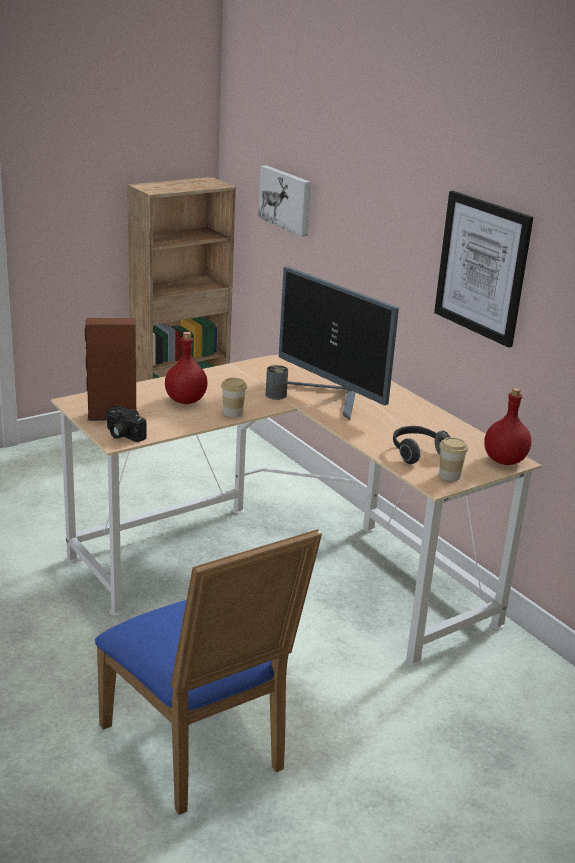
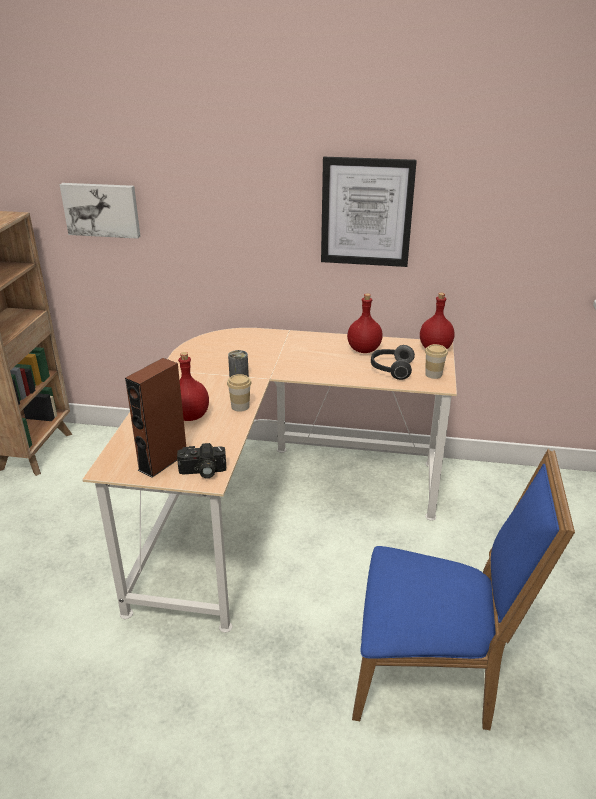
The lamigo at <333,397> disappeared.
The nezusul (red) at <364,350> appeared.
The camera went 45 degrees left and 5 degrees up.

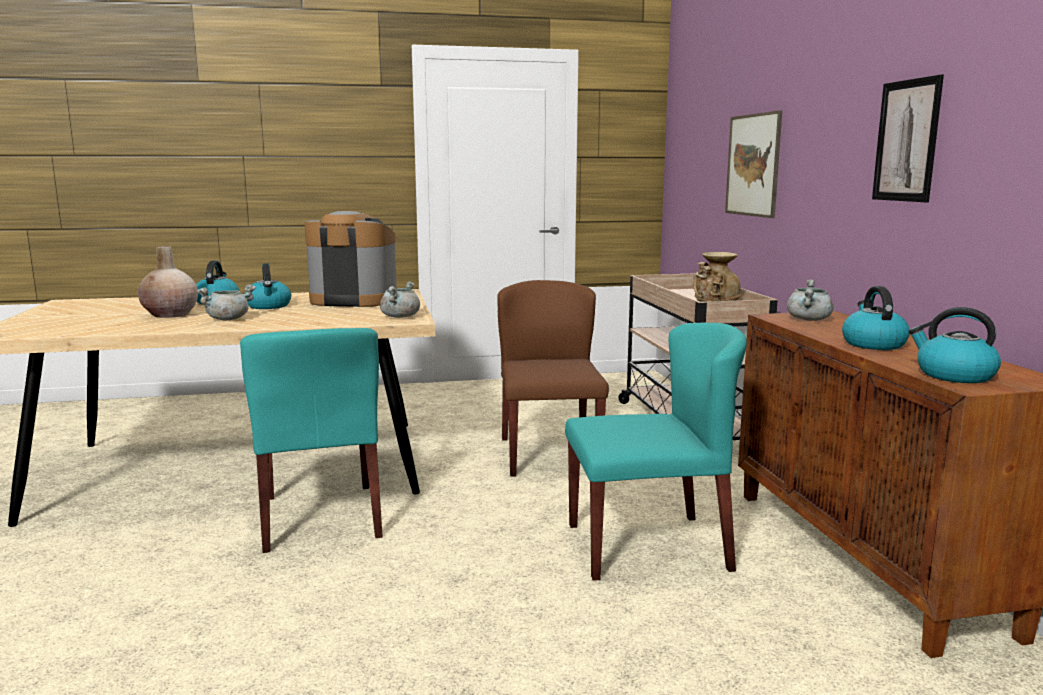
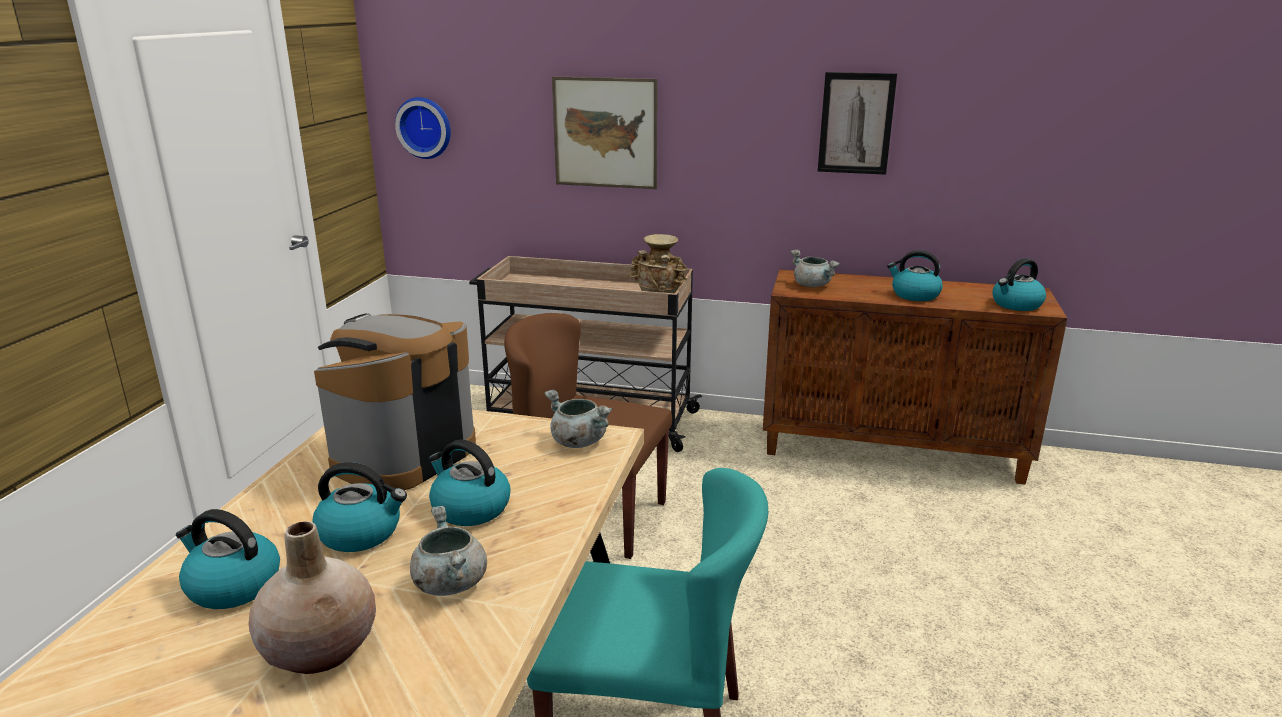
The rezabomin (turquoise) at <648,546> disappeared.
The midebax at <425,127> appeared.
The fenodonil at <469,508> appeared.
The camera went 65 degrees left and 10 degrees up.

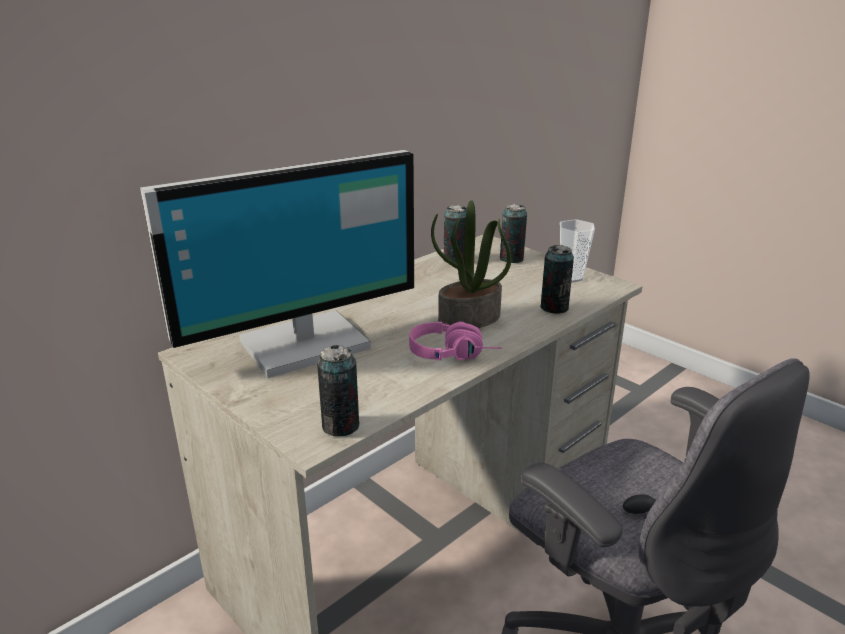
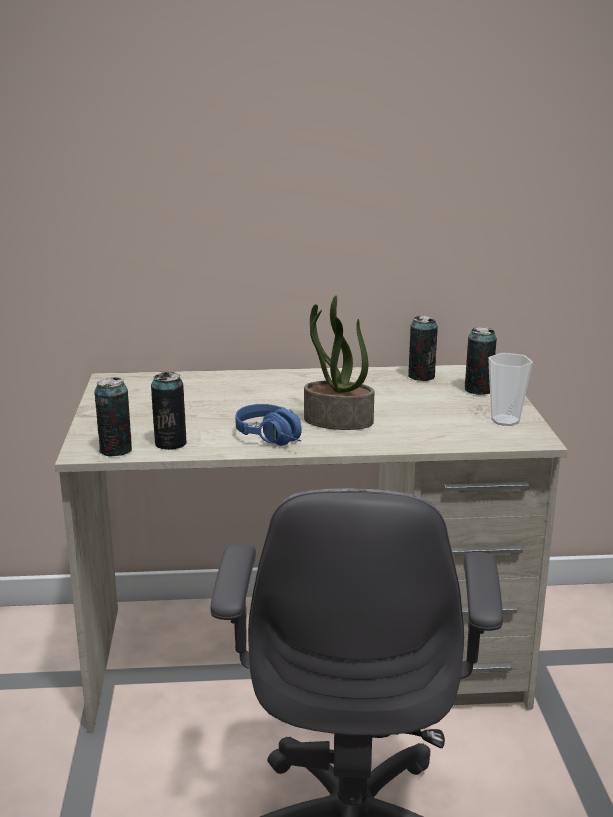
The lamigo at <302,343> disappeared.
The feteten moved from <554,308> to <170,443>.
The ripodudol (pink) at <454,354> became the ripodudol (blue) at <275,439>.
The camera went 40 degrees right and 5 degrees down.

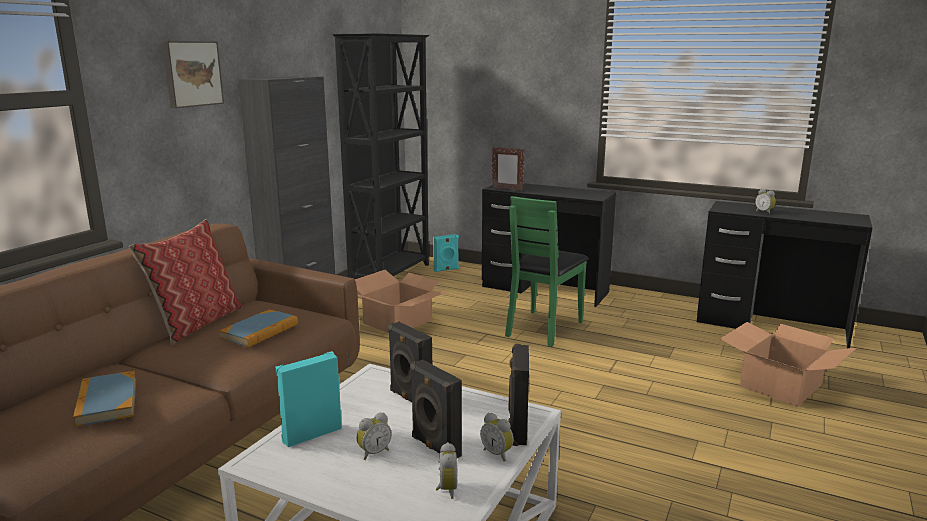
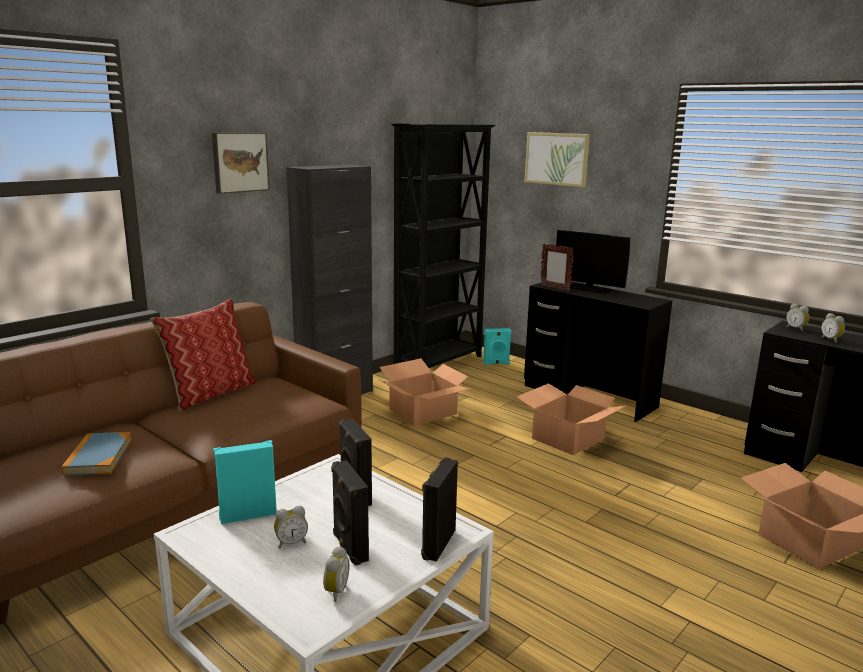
The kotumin at <260,331> disappeared.
The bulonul at <557,159> appeared.
The lamigo at <589,288> appeared.
The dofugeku moved from <497,453> to <796,329>.
The rezabomin (green) at <543,328> was replaced by the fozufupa at <567,438>.
The camera went 15 degrees right and 0 degrees up.

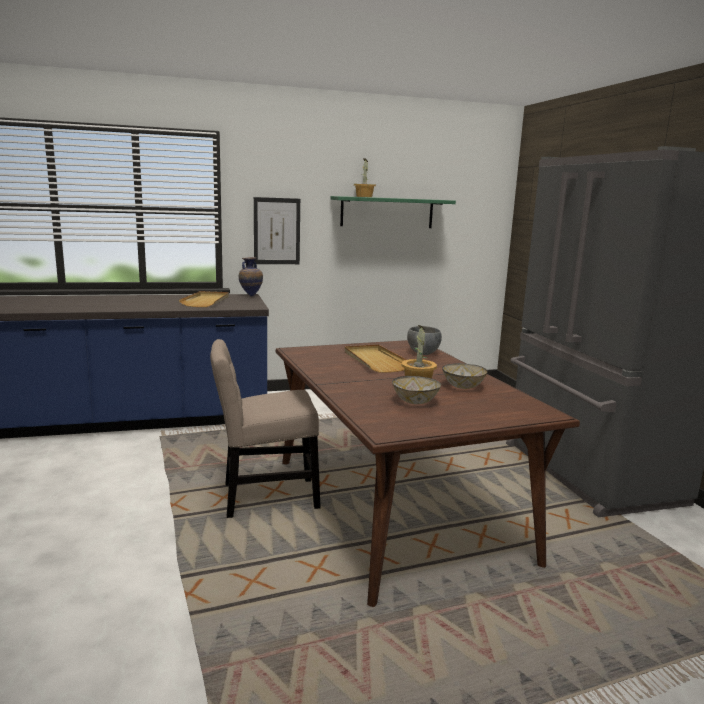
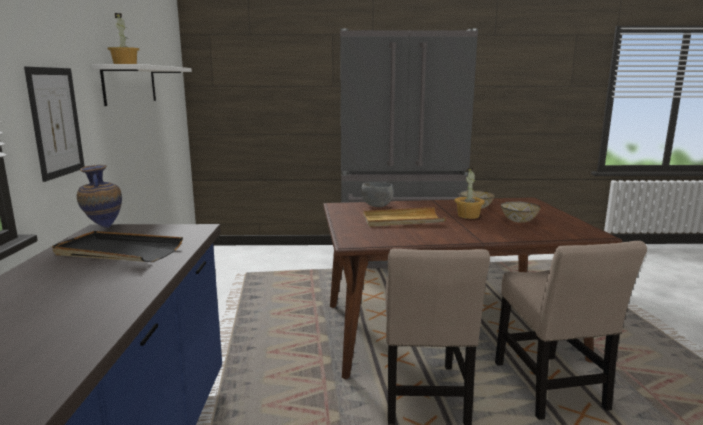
The rezabomin (beige) at <551,389> appeared.
The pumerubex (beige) at <206,301> became the pumerubex (black) at <118,251>.
The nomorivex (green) at <387,212> became the nomorivex (white) at <130,84>.
The camera went 75 degrees left and 0 degrees up.

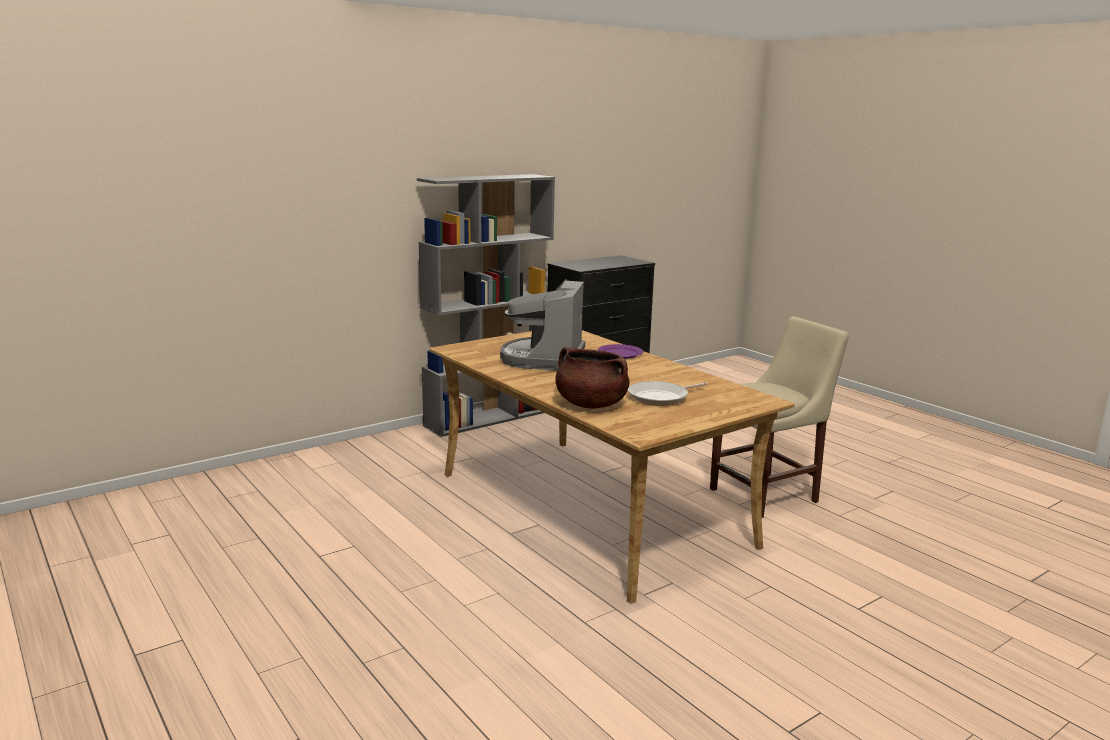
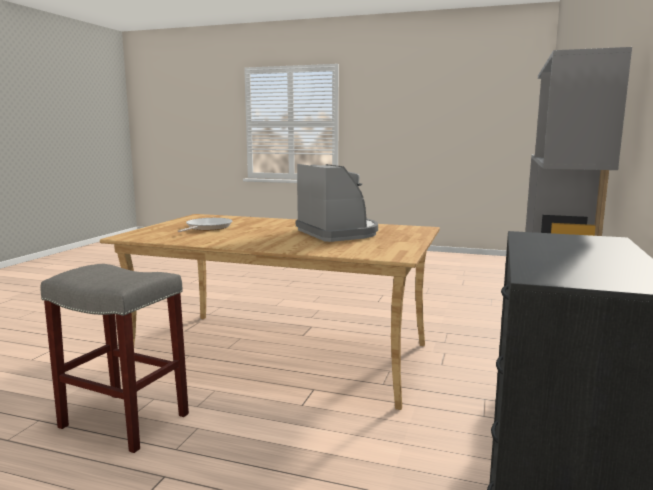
The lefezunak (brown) at <590,404> disappeared.
The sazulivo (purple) at <620,353> disappeared.
The rezabomin (beige) at <768,494> was replaced by the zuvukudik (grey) at <122,421>.
The camera went 145 degrees right and 5 degrees down.

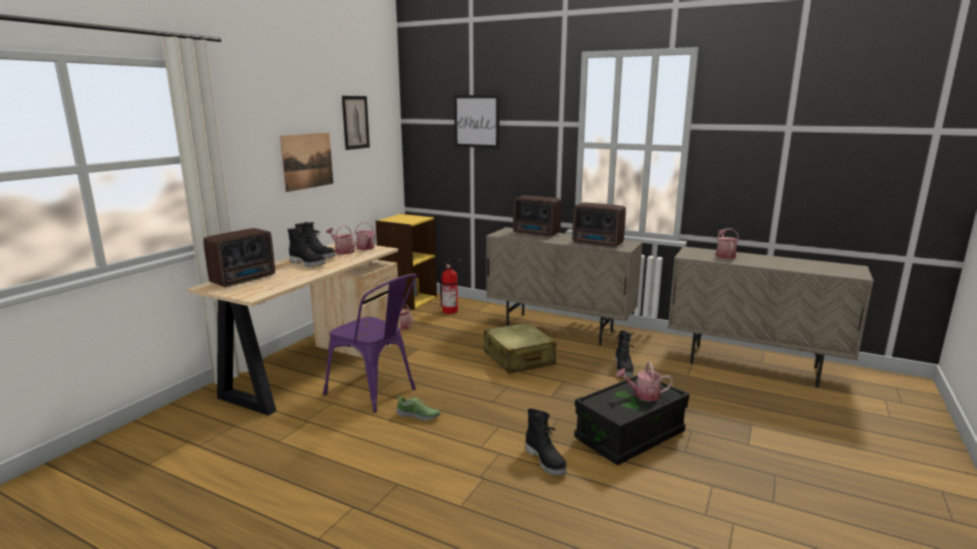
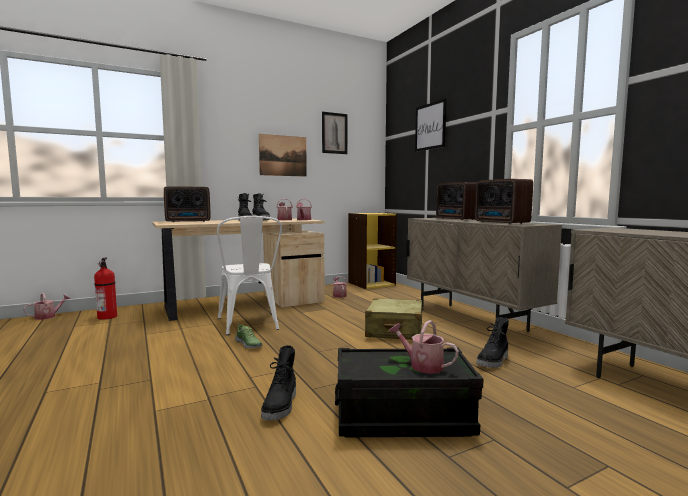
The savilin moved from <450,311> to <107,317>.
The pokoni moved from <724,255> to <48,316>.
The rezabomin (purple) at <376,392> became the rezabomin (white) at <250,325>.
The camera went 35 degrees right and 10 degrees down.

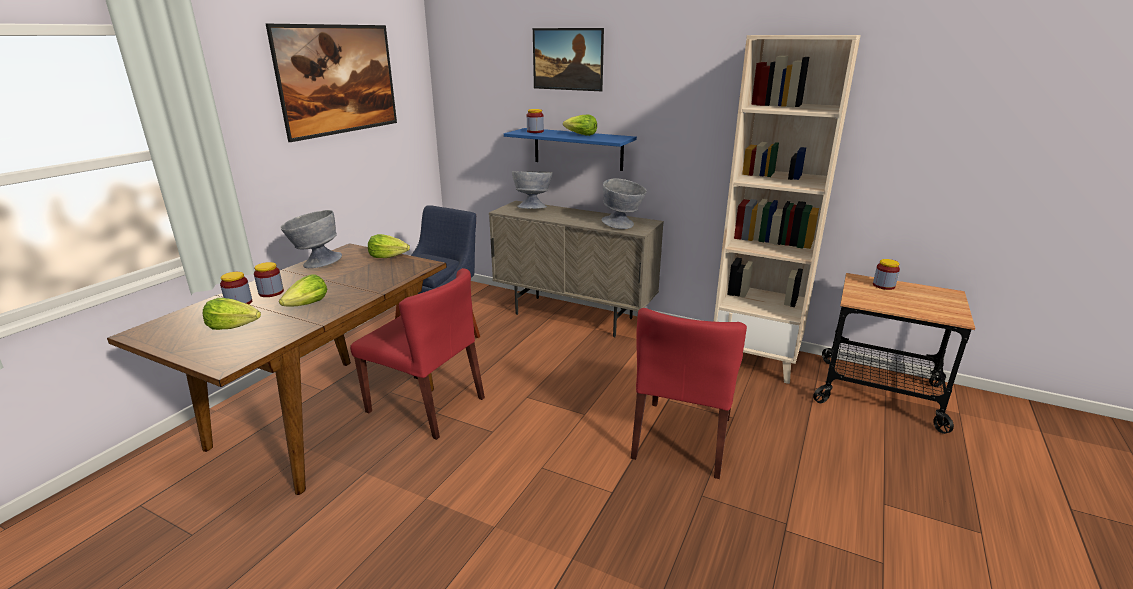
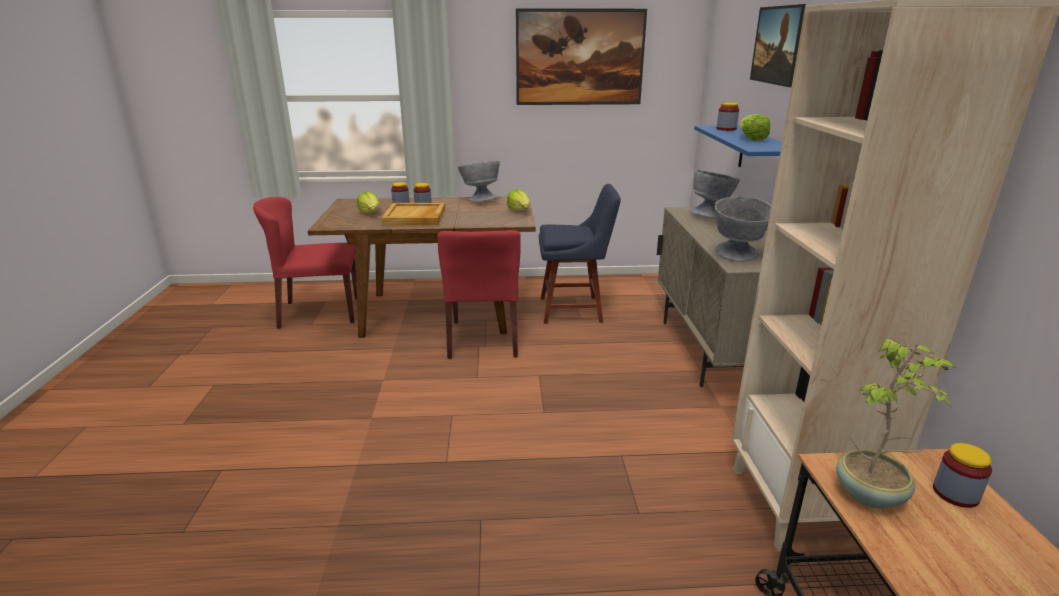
The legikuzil at <871,495> appeared.
The rezabomin (red) moved from <682,438> to <319,312>.
The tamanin at <307,305> was replaced by the pumerubex (beige) at <415,217>.
The camera went 60 degrees right and 0 degrees up.

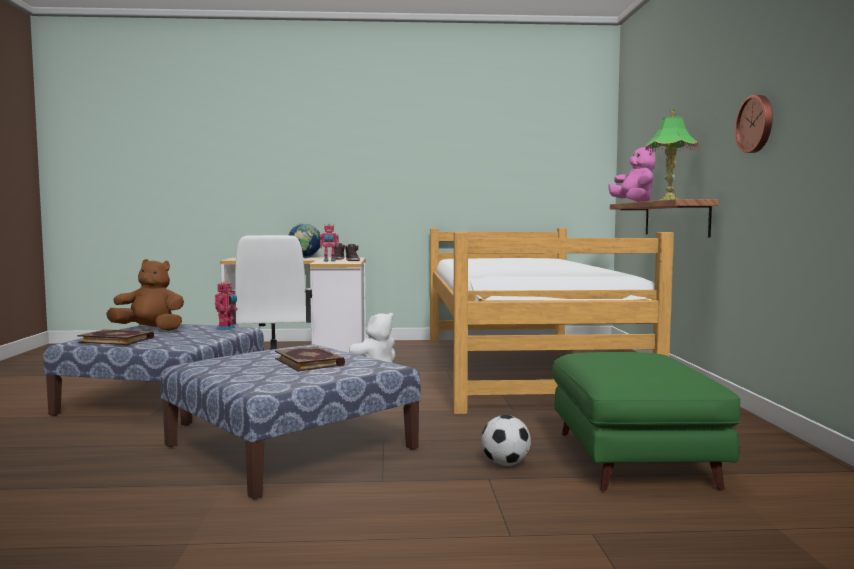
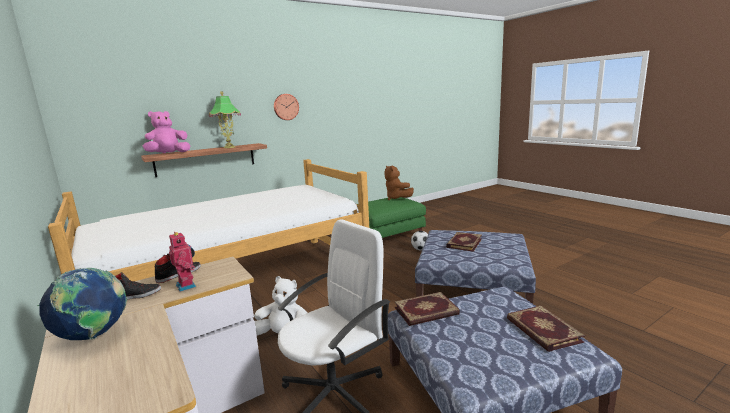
The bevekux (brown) moved from <150,330> to <397,198>.
The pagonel at <227,328> was replaced by the kotumin at <426,311>.
The camera went 120 degrees left and 10 degrees up.

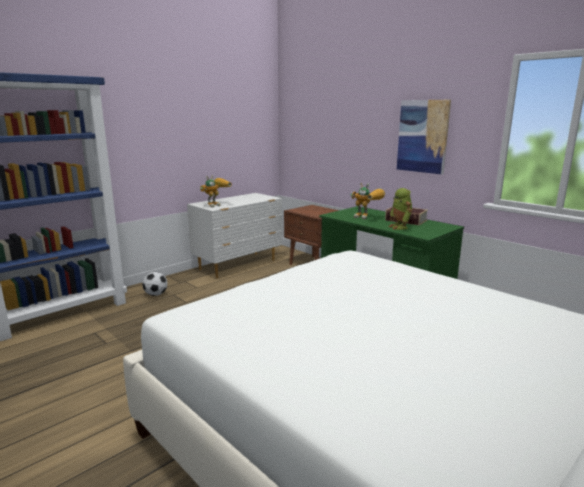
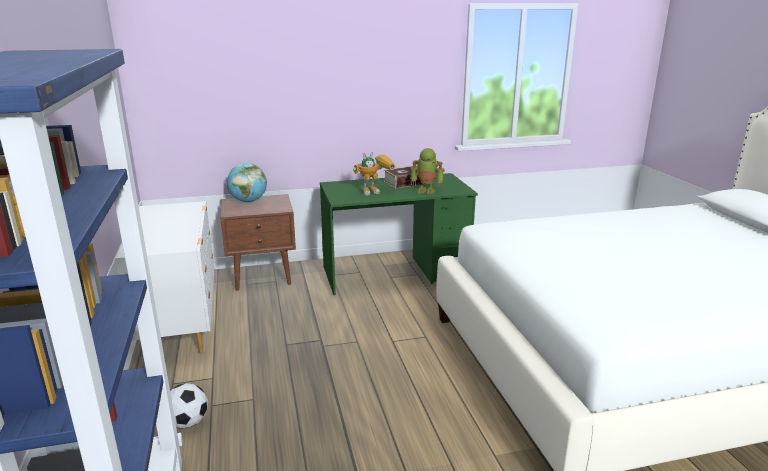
The pagonel at <216,205> disappeared.
The bulonul at <422,136> disappeared.
The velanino at <248,201> appeared.
The camera went 60 degrees left and 5 degrees up.

